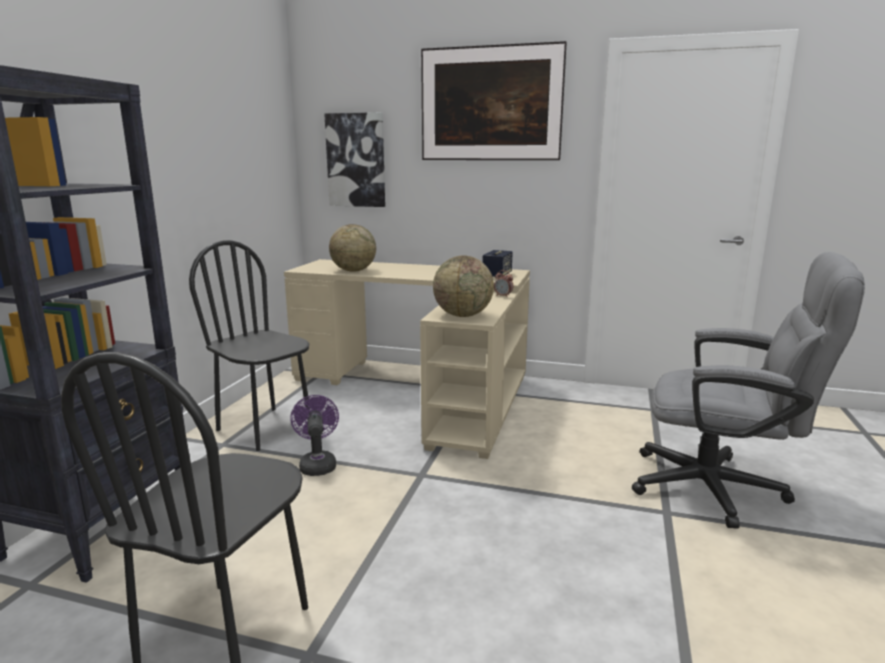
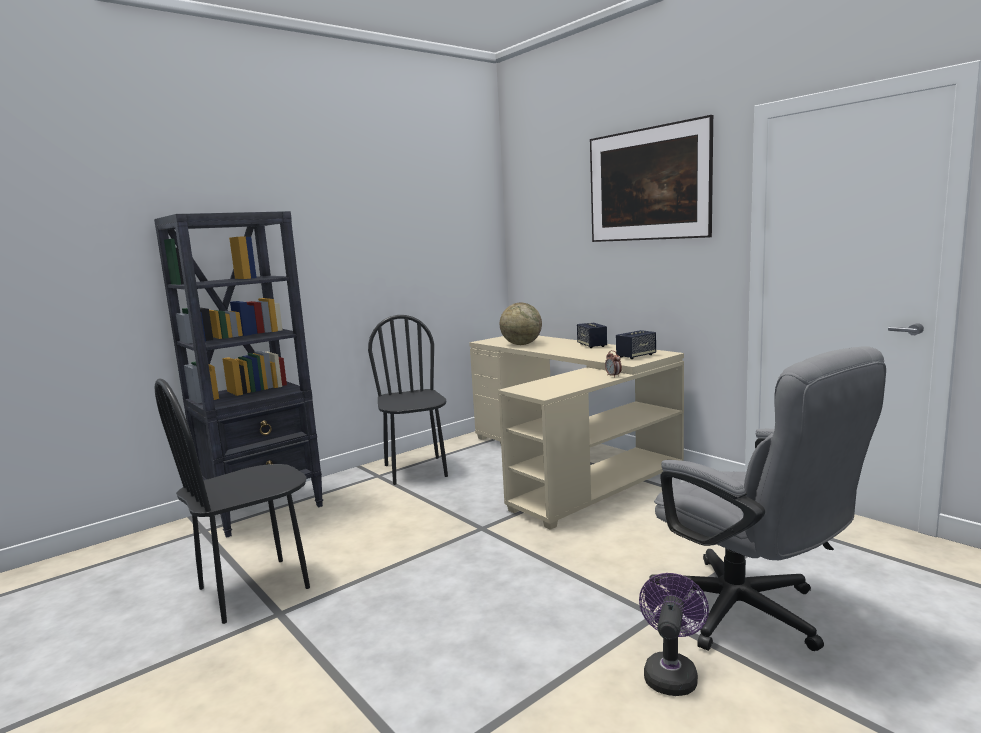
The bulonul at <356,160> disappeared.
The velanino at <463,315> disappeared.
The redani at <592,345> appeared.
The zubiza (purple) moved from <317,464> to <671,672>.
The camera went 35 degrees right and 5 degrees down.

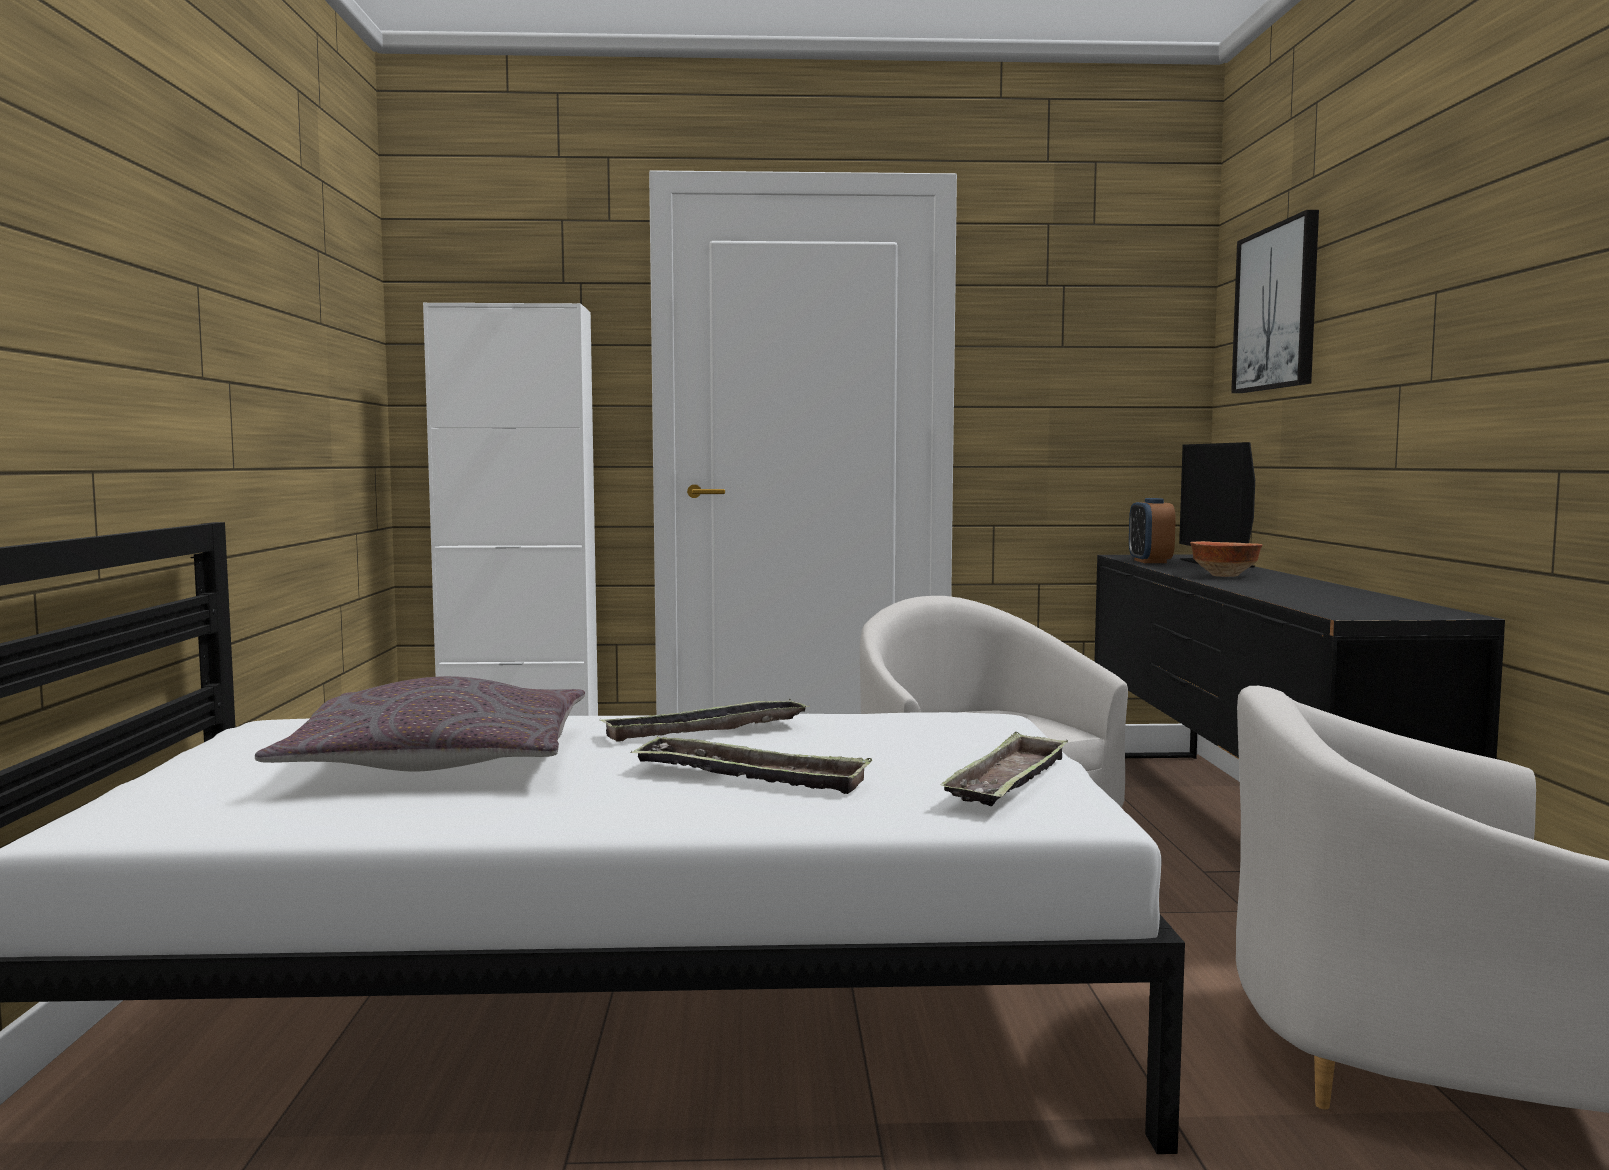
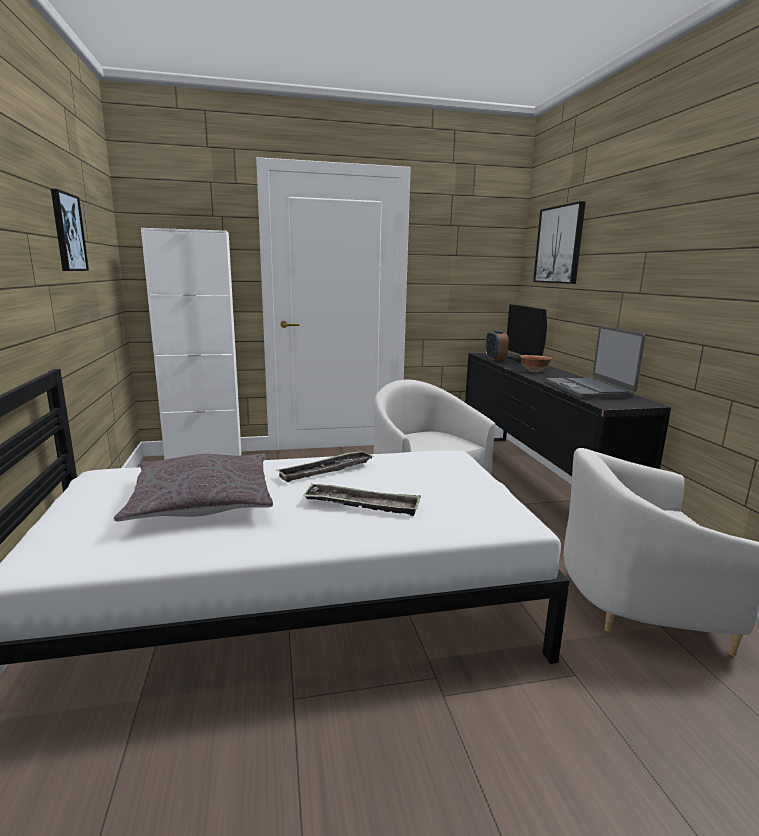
The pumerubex at <1008,782> disappeared.
The bulonul at <67,232> appeared.
The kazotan at <588,389> appeared.
The camera went 10 degrees left and 10 degrees up.

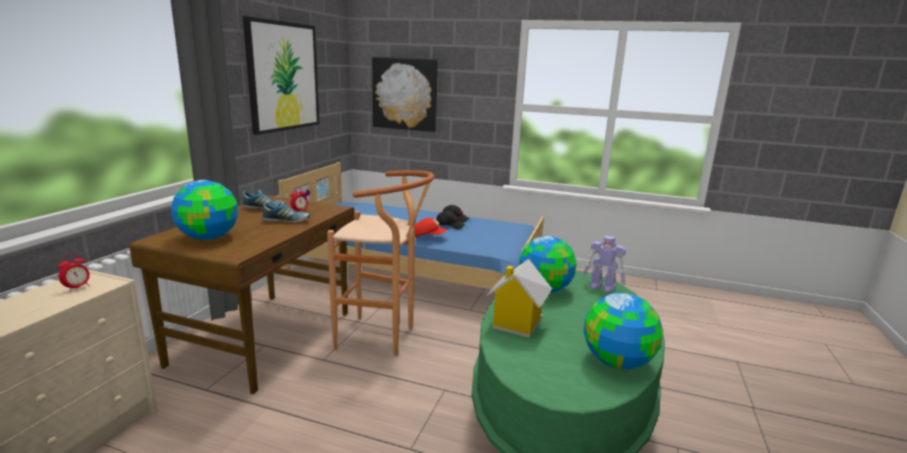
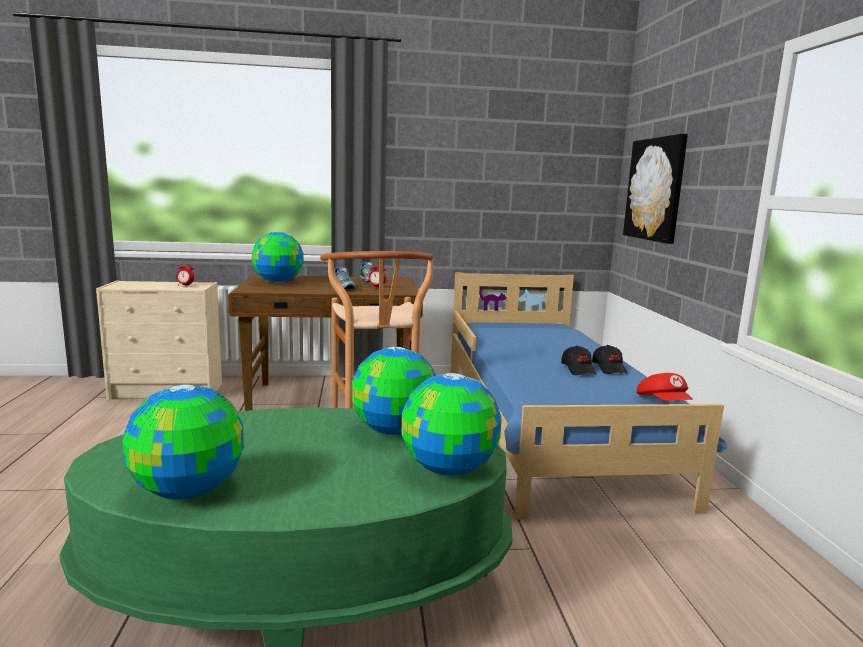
The bulonul at <283,76> disappeared.
The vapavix at <516,323> disappeared.
The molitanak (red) moved from <427,237> to <663,403>.
The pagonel at <602,287> was replaced by the velanino at <449,469>.
The camera went 65 degrees right and 5 degrees down.

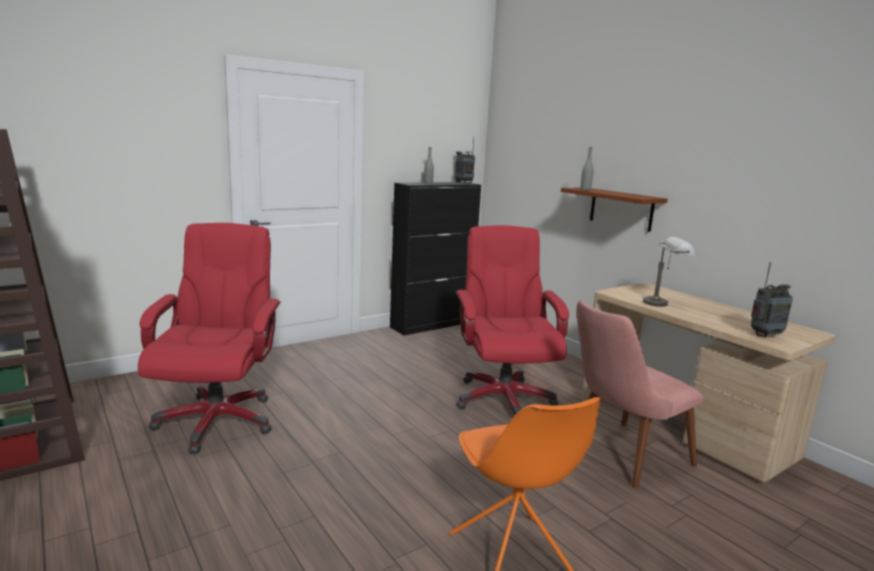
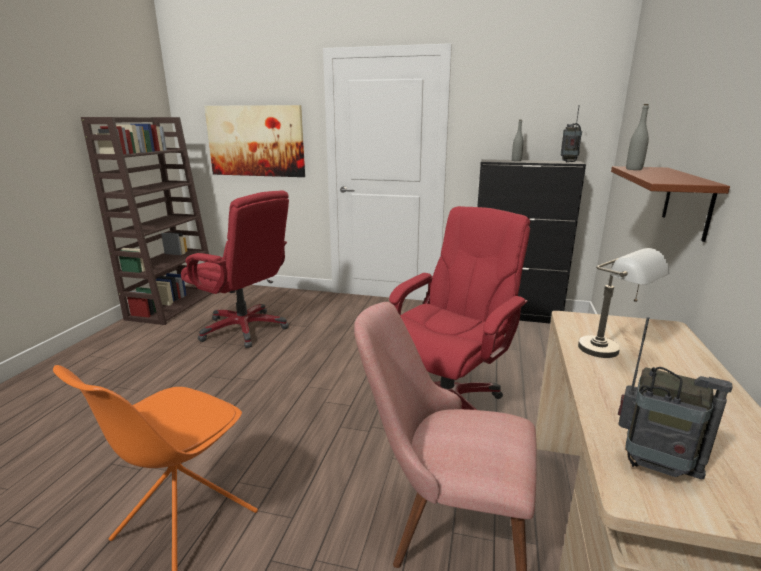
The bulonul at <255,141> appeared.
The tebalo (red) at <217,420> turned 75 degrees clockwise.
The camera went 50 degrees right and 5 degrees up.

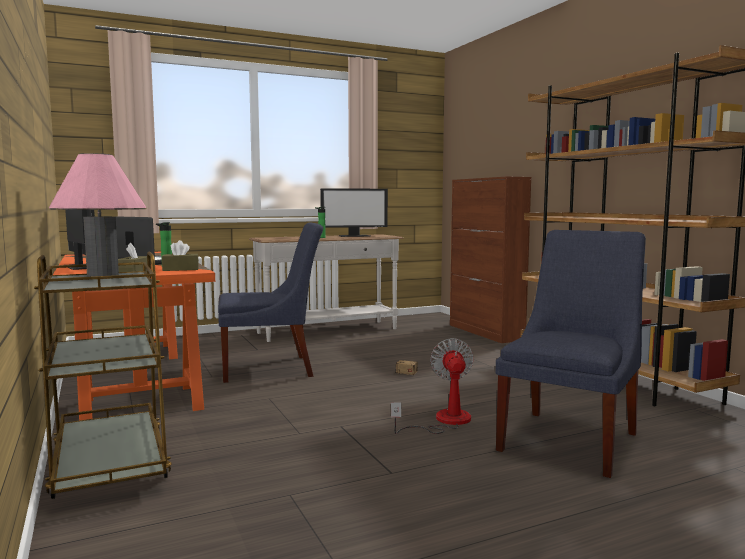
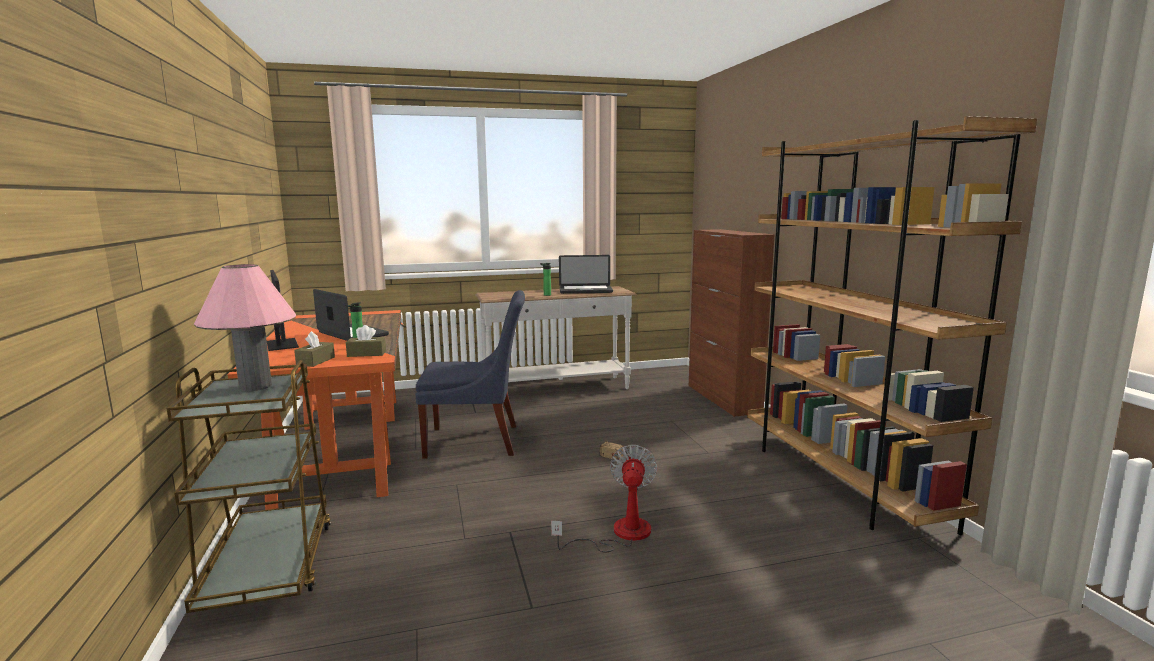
The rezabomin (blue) at <571,439> disappeared.
The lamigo at <354,236> was replaced by the kazotan at <585,291>.
The camera went 10 degrees right and 5 degrees up.

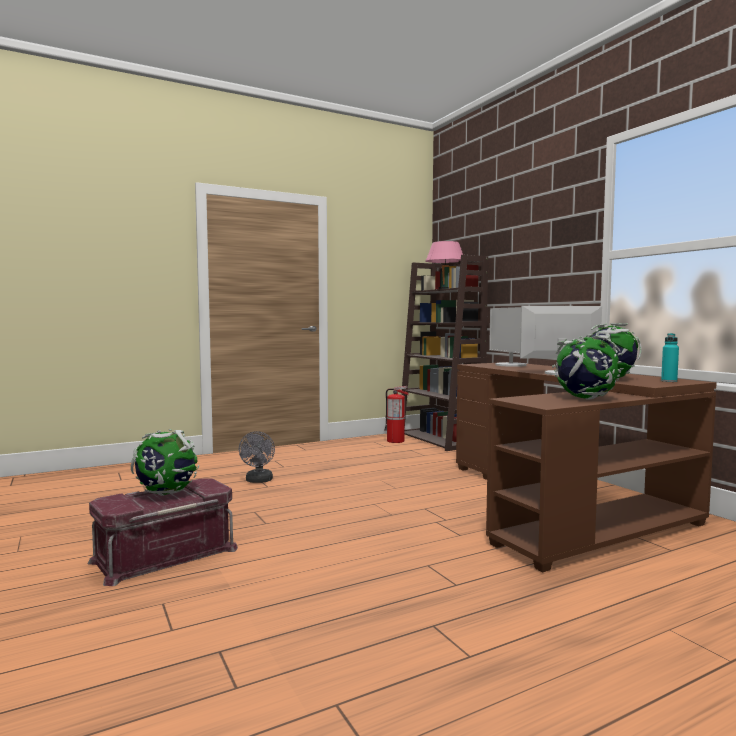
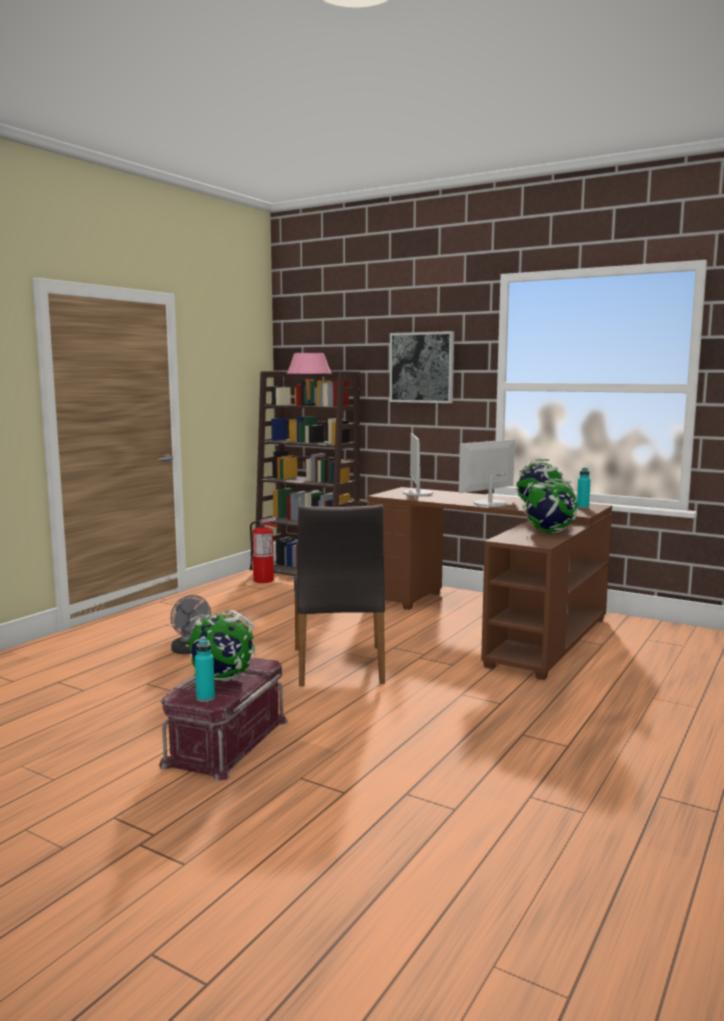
The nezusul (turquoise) at <205,698> appeared.
The rezabomin (grey) at <339,665> appeared.
The bulonul at <422,367> appeared.
The lamigo at <510,365> turned 45 degrees clockwise.
The camera went 30 degrees left and 5 degrees up.

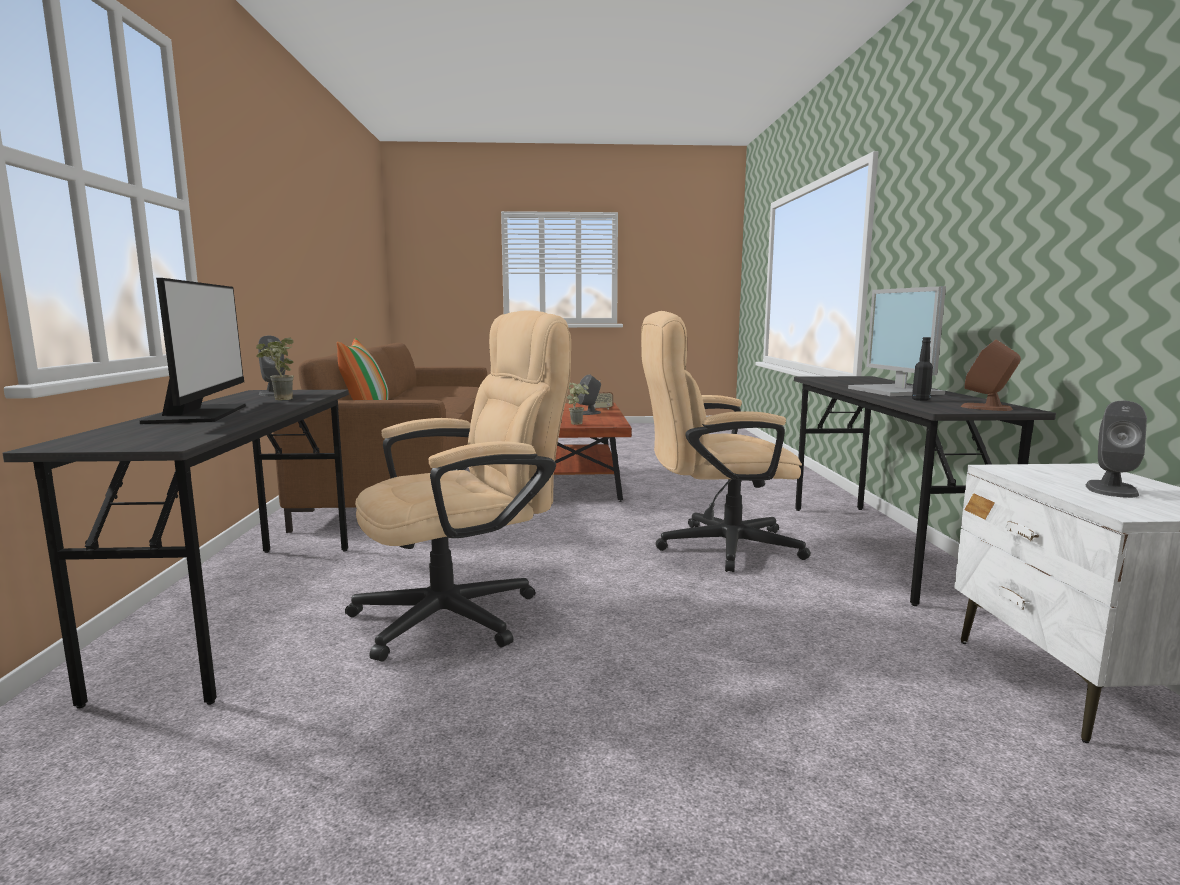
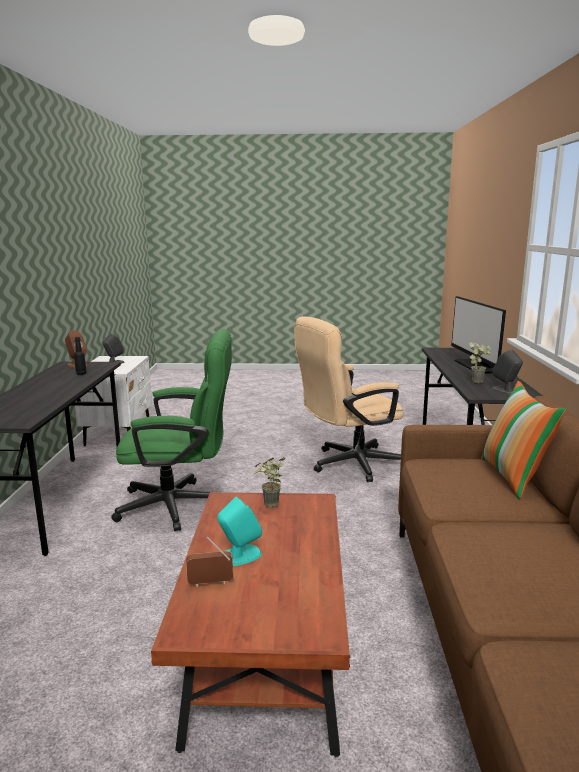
The lamigo at <896,391> disappeared.
The redani (grey) at <589,413> became the redani (turquoise) at <240,555>.
The tebalo (beige) at <715,547> became the tebalo (green) at <181,505>.
The camera went 175 degrees left and 5 degrees up.

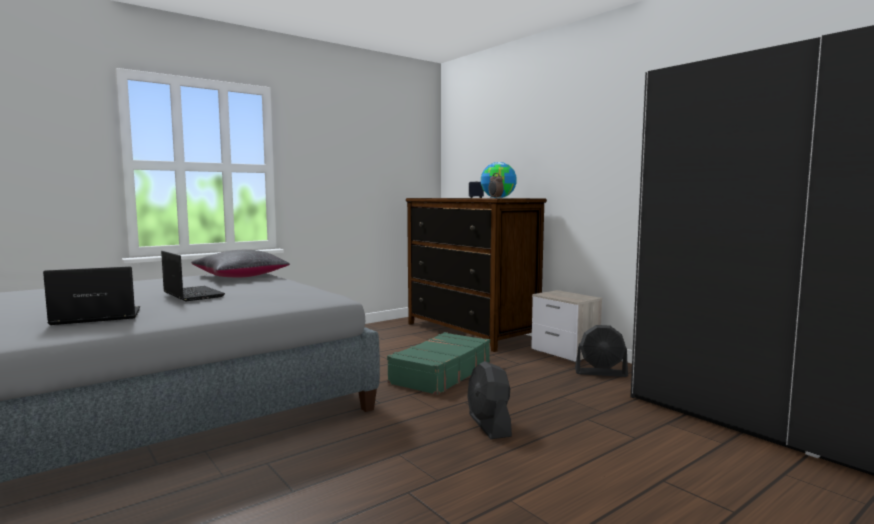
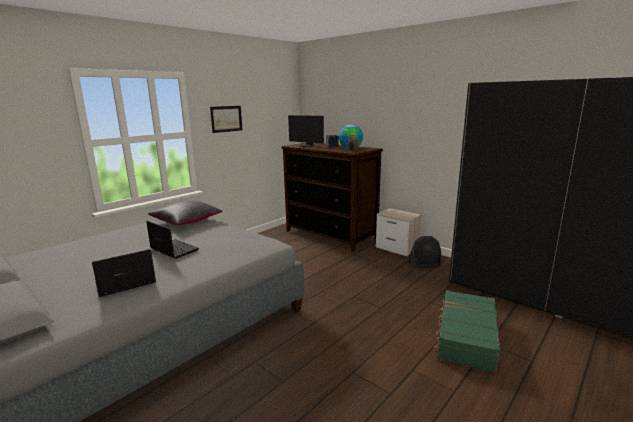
The zubiza (black) at <489,425> disappeared.
The bulonul at <226,119> appeared.
The lamigo at <307,146> appeared.
The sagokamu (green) moved from <440,374> to <466,337>.
The camera went 10 degrees left and 10 degrees up.

